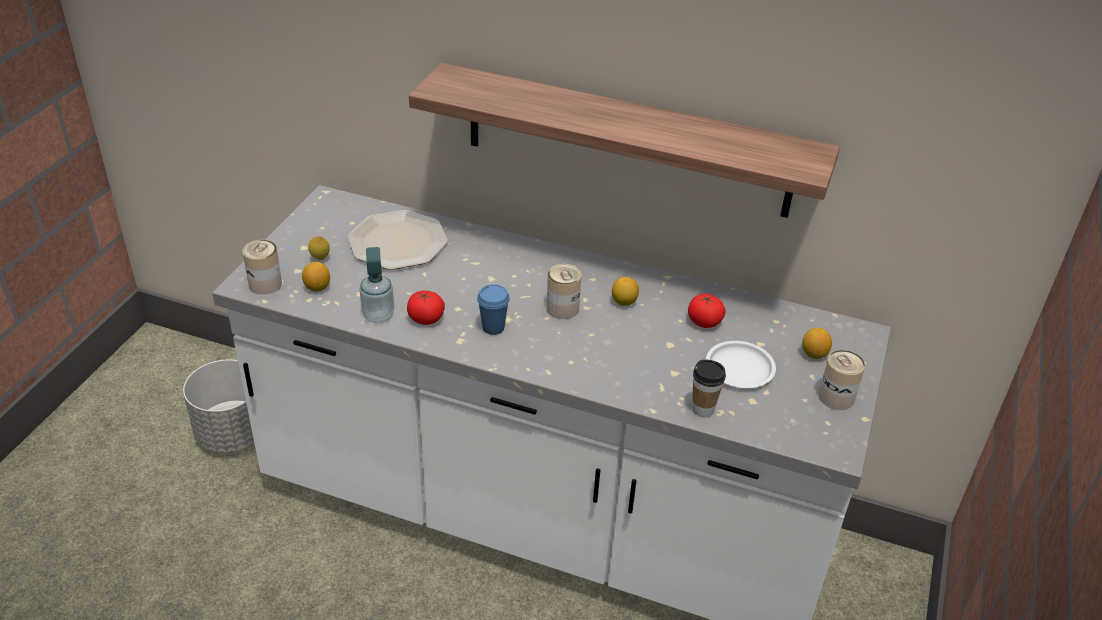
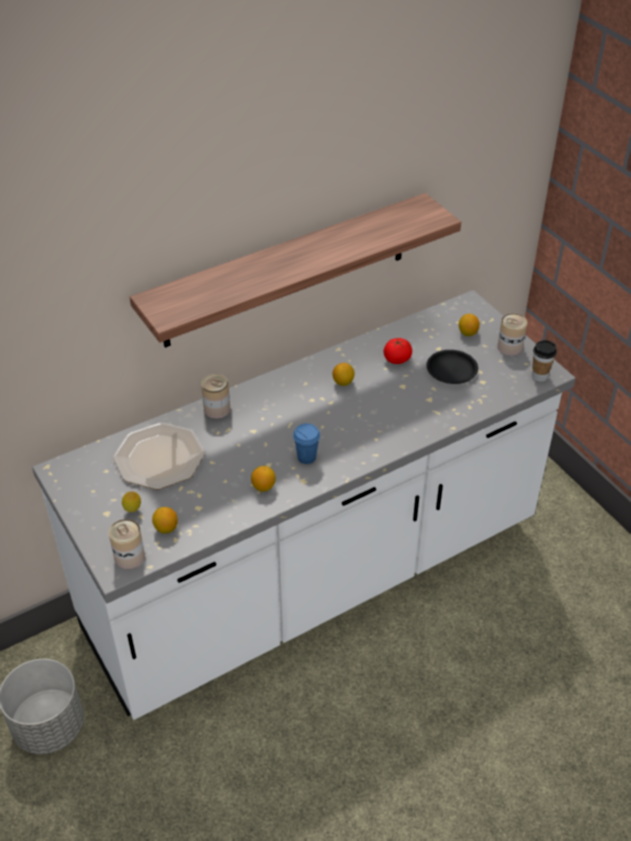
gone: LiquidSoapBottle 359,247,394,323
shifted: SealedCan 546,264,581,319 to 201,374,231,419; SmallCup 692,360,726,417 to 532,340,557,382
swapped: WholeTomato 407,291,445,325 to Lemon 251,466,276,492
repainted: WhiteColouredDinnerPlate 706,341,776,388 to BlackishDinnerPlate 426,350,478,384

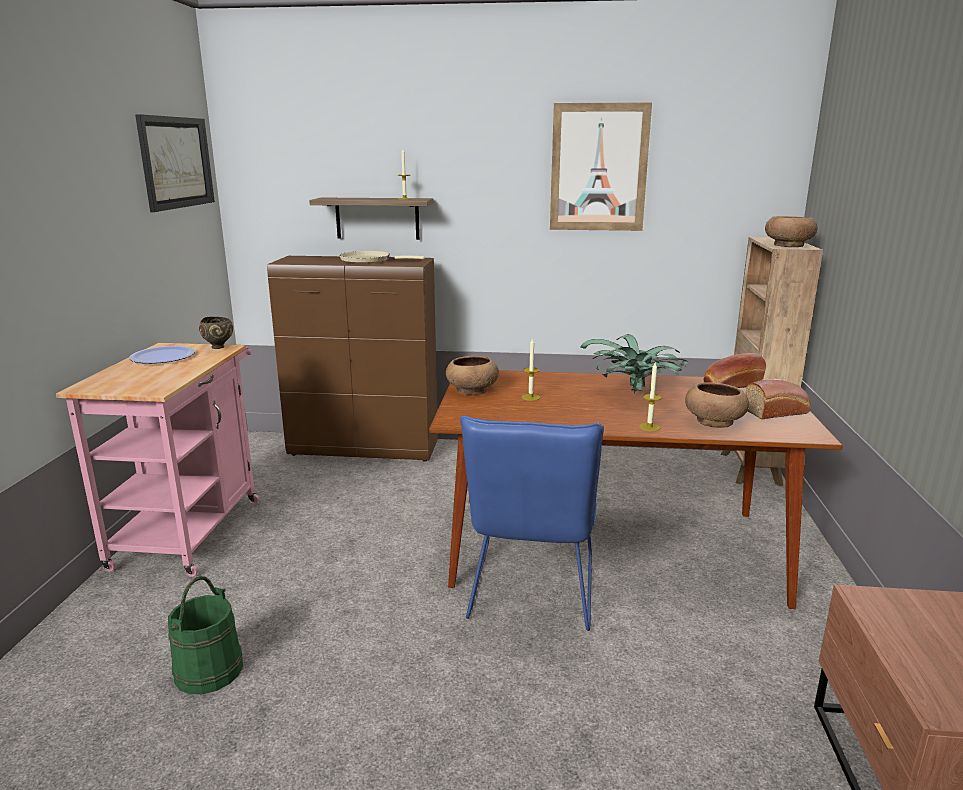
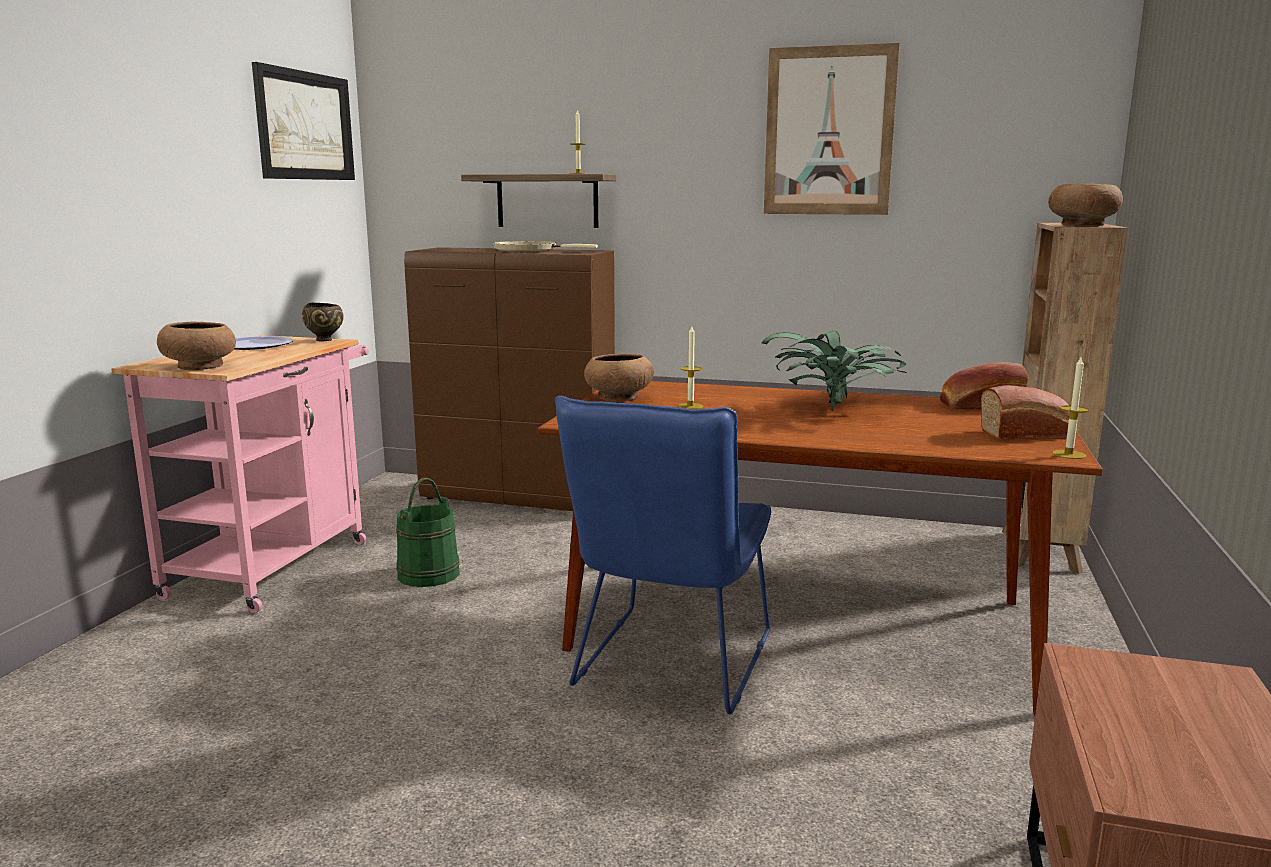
shifted: GreenColouredBucket 168,576,243,694 to 396,478,460,587; WaxLight 639,363,662,431 to 1052,357,1089,459; BrownDeepDish 685,382,749,428 to 157,322,236,370

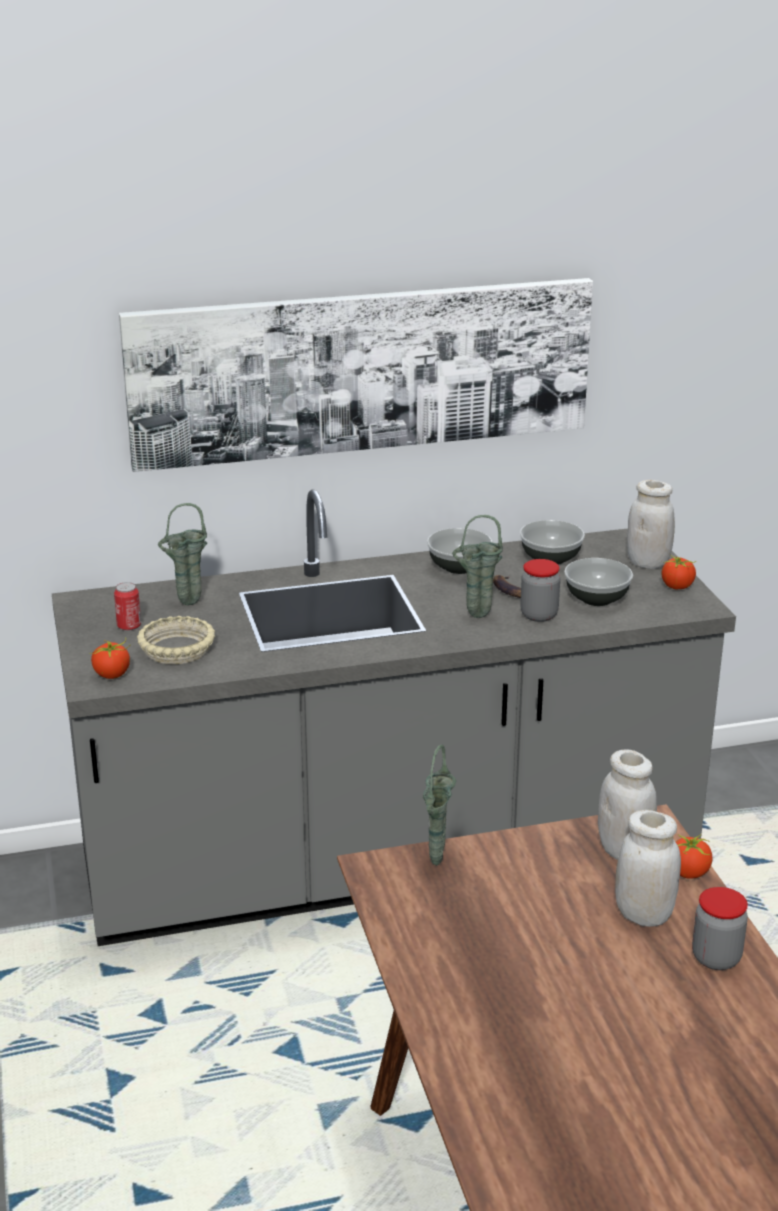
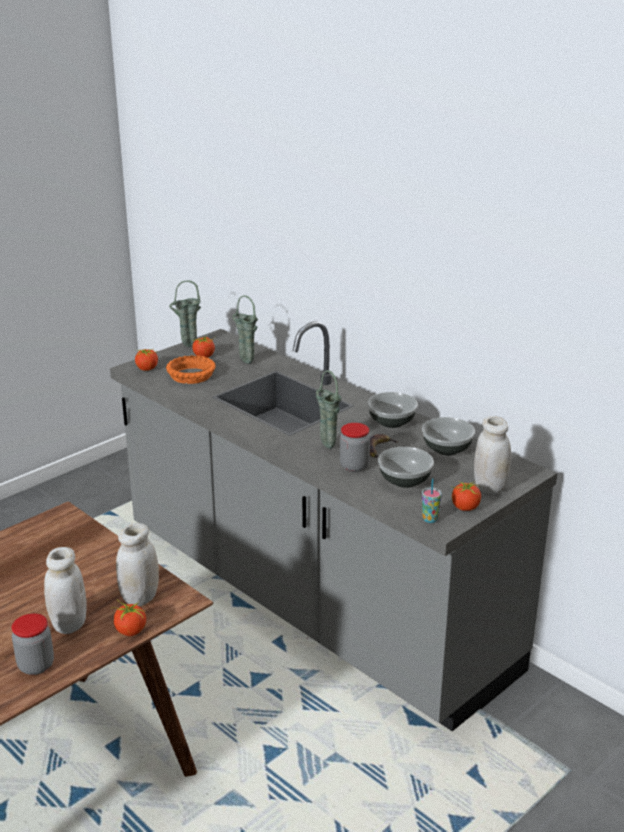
gone: WallPicture 119,278,593,472
new: SmallCup 422,478,442,523
shifted: GreenColouredFlowerVase 423,745,456,866 to 169,280,201,347
swapped: SealedCan 114,582,141,631 to WholeTomato 192,336,215,358
repainted: SandColouredDeepDish 137,616,215,664 to OrangeDeepDish 166,355,216,384

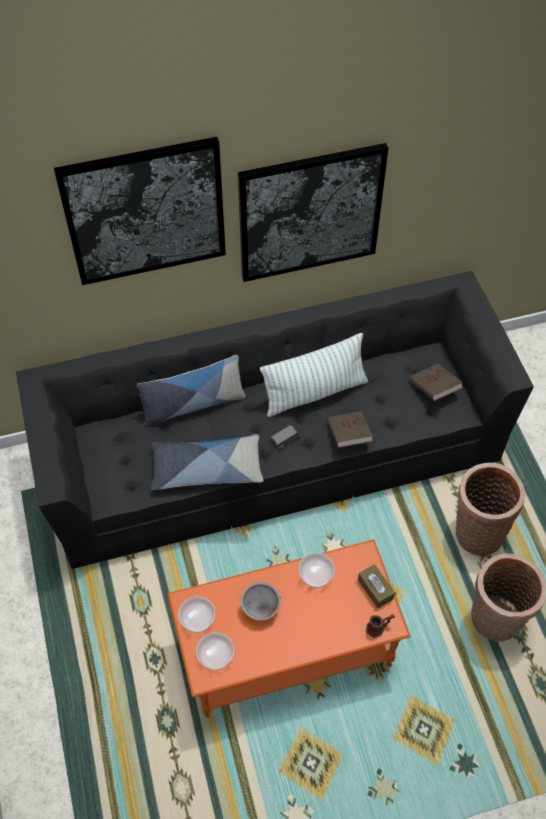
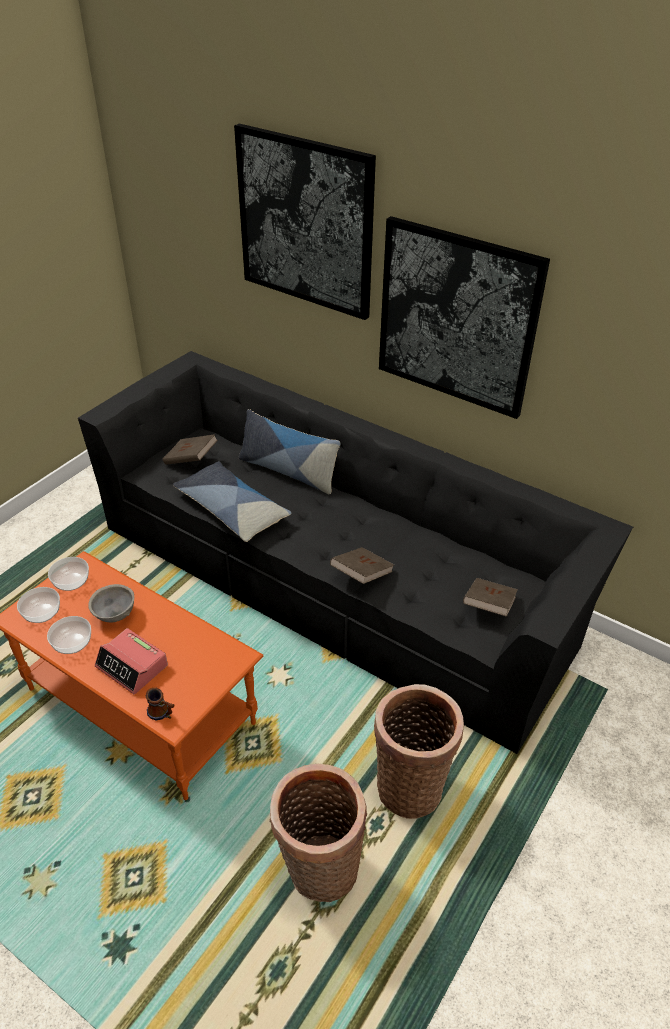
gone: Cushion 260,333,368,417; Telephone 270,424,300,450; BrownTissueBox 358,564,395,608
new: BedsideClock 95,628,168,694; BrownVolume 163,434,218,465
shifted: DeepDish 299,553,335,588 to 47,616,91,654

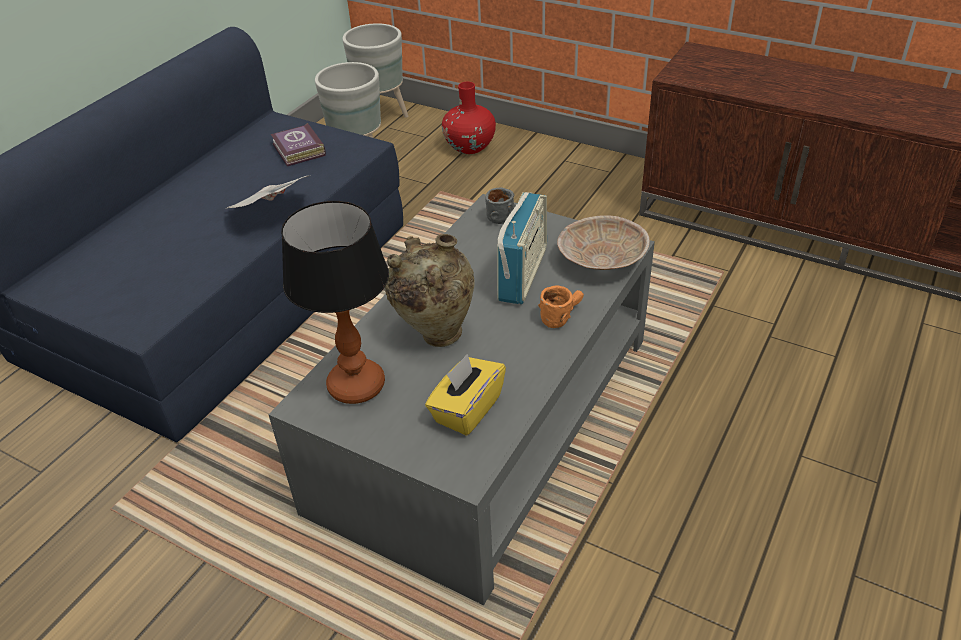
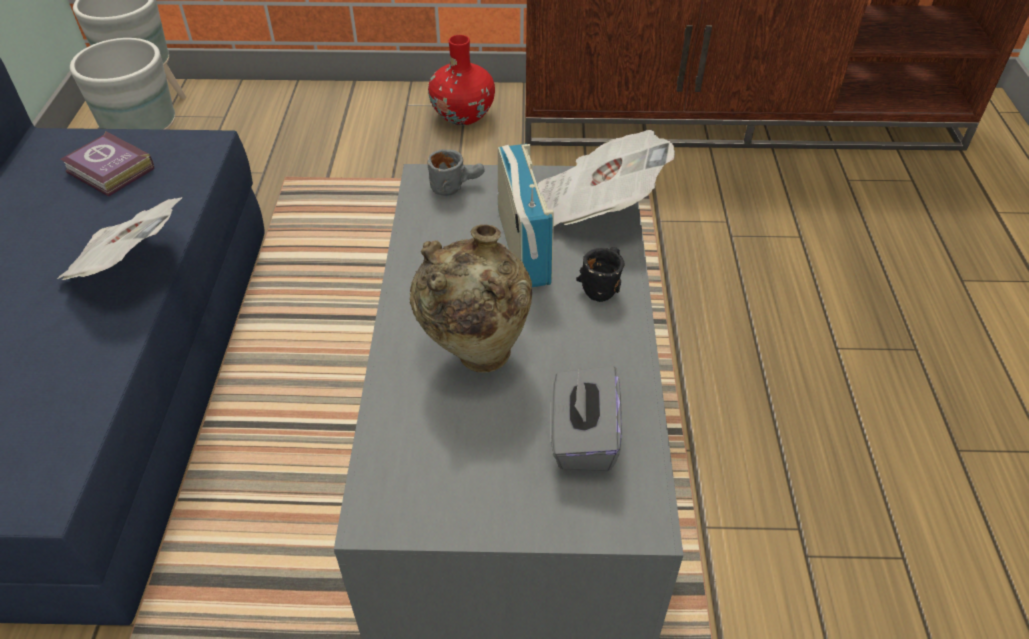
gone: TableLamp 281,201,389,404
shifted: ReddishFlowerVase 442,82,496,154 to 428,35,495,125
swapped: SandColouredDeepDish 557,215,650,270 to Newspaper 538,130,675,226
repainted: YellowTissueBox 425,354,506,436 to GreyTissueBox 551,366,622,471; OrangeCoffeeMug 538,286,584,328 to BlackishCoffeeMug 576,247,625,302

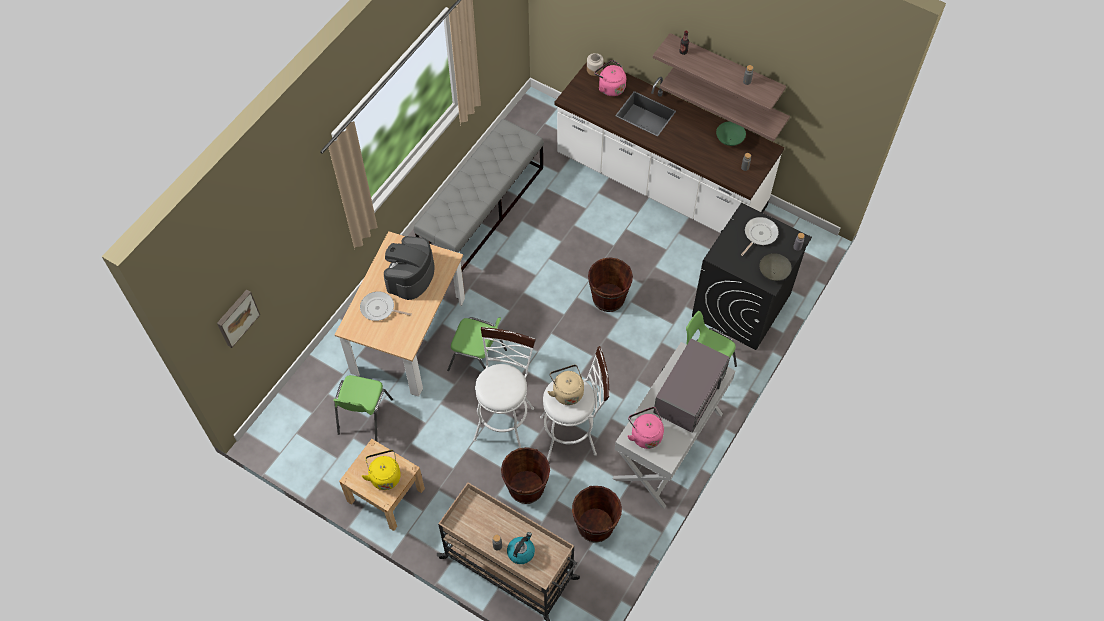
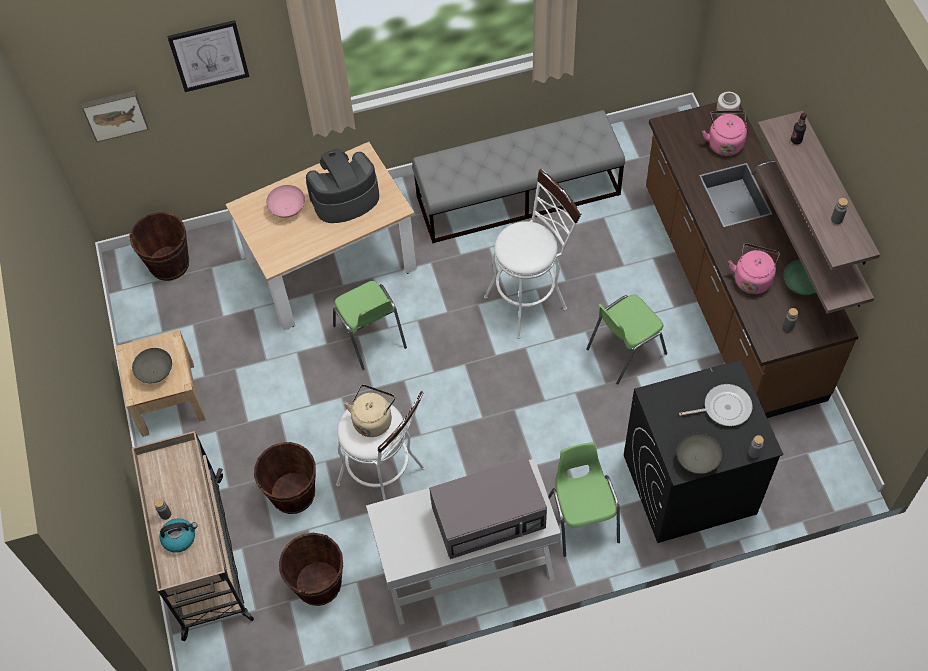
new: WallPicture 167,20,249,92
shifted: GreenColouredChair 334,375,393,442 to 586,295,667,384; WhiteColouredStool 473,327,536,448 to 484,169,582,339; BrownBucket 588,257,633,312 to 130,212,189,281; PinkWaterKettle 627,407,664,449 to 729,243,780,294
swapped: Pan 360,291,412,321 to PinkDeepDish 266,185,305,218; YellowWaterKettle 362,450,401,490 to GreyDeepDish 132,348,172,383
repainted: WhiteColouredCounter 554,62,784,233 to BrownCounter 646,102,859,418

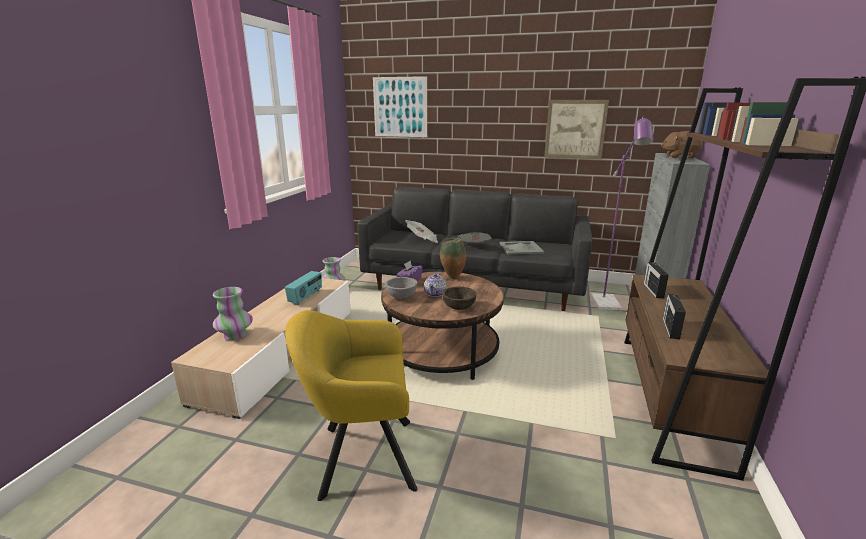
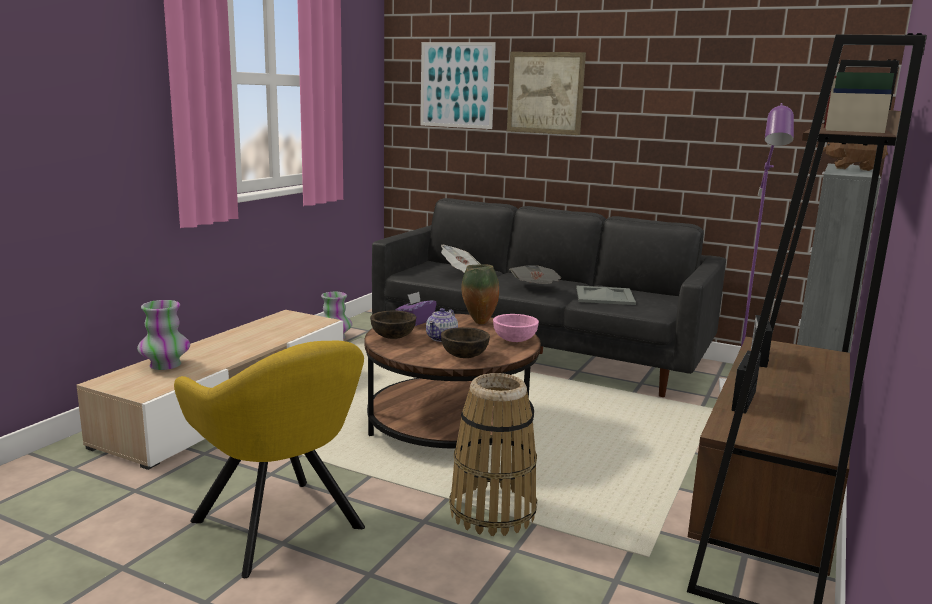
gone: Radio 285,271,322,305
new: HouseholdBasket 449,373,537,536; PinkDeepDish 493,314,539,342
shifted: WallPicture 544,100,609,159 to 507,52,586,135
repainted: GreyDeepDish 385,277,417,298 to BrownDeepDish 370,311,416,339
rotated: YellowArmchair 285,310,418,501 = 174,341,365,578 135 degrees counterclockwise

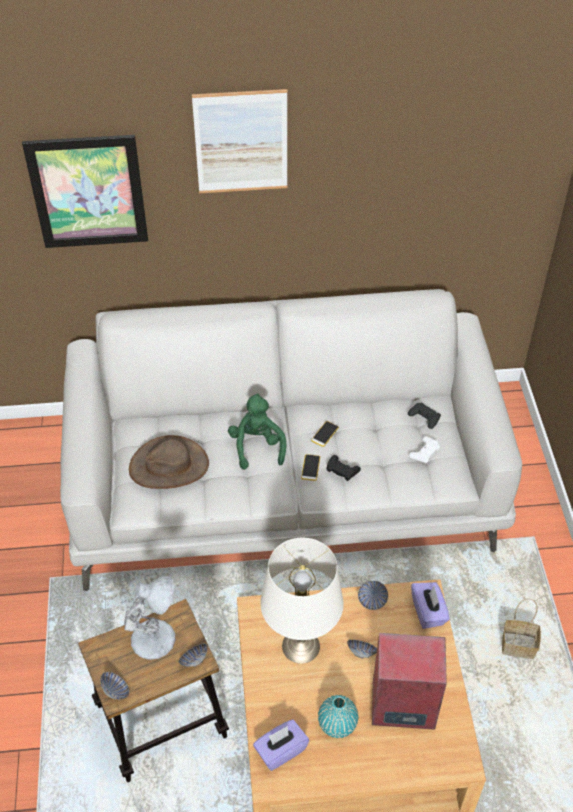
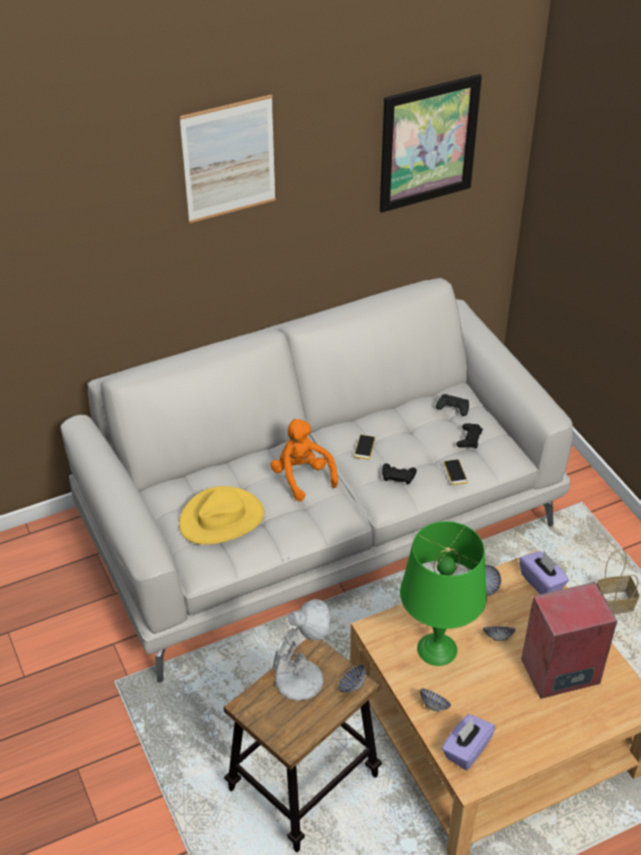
gone: TurquoiseColouredFlowerVase 318,695,358,738
shifted: WallPicture 22,135,148,248 to 380,74,482,213; DeepDish 100,672,129,700 to 420,688,451,712; Telephone 301,454,320,481 to 444,459,468,485
repainted: BrownWearableHat 129,435,209,489 to YellowWearableHat 179,486,264,545; GreenColouredPlushToy 228,393,286,470 to OrangePlushToy 271,419,338,502; WhiteColouredTableLamp 260,538,344,664 to GreenColouredTableLamp 400,521,487,666; WhiteColouredGameController 409,437,440,464 to BlackishGameController 456,423,483,448

